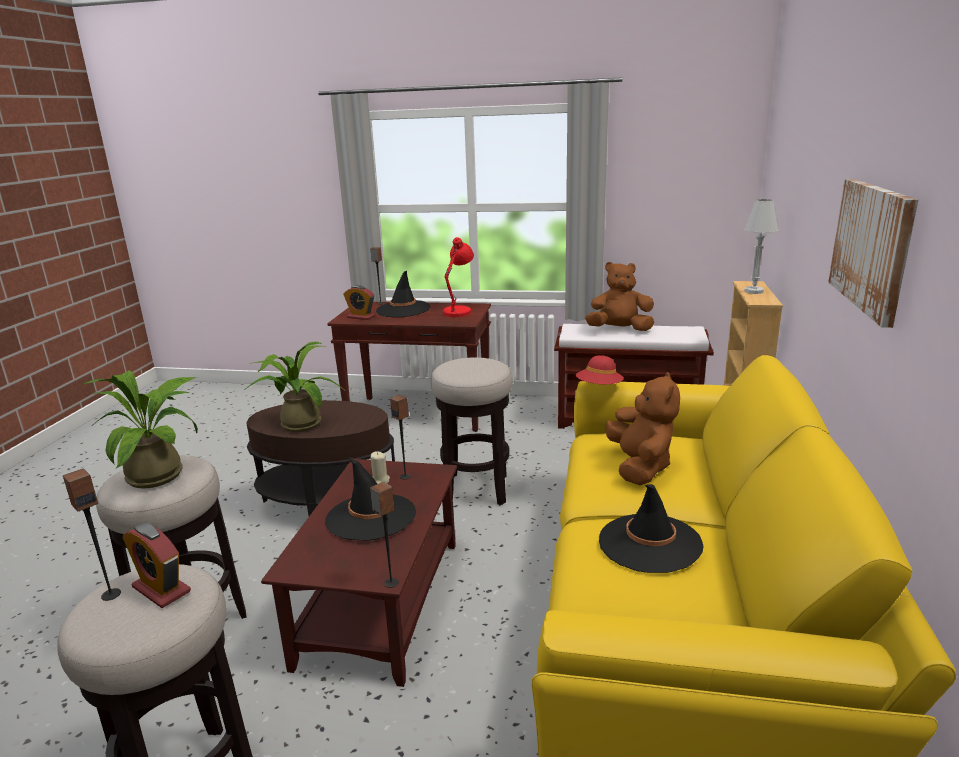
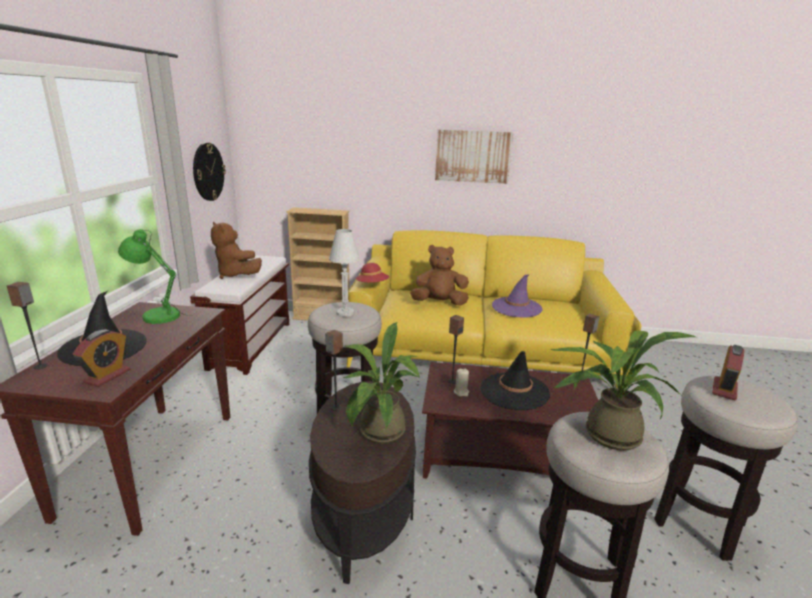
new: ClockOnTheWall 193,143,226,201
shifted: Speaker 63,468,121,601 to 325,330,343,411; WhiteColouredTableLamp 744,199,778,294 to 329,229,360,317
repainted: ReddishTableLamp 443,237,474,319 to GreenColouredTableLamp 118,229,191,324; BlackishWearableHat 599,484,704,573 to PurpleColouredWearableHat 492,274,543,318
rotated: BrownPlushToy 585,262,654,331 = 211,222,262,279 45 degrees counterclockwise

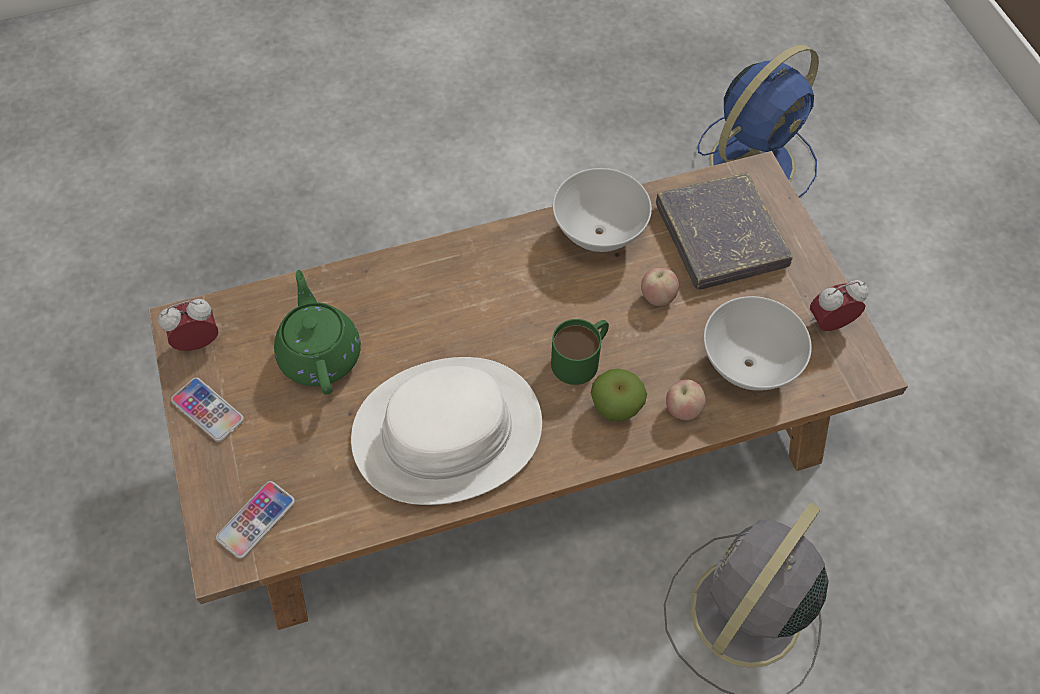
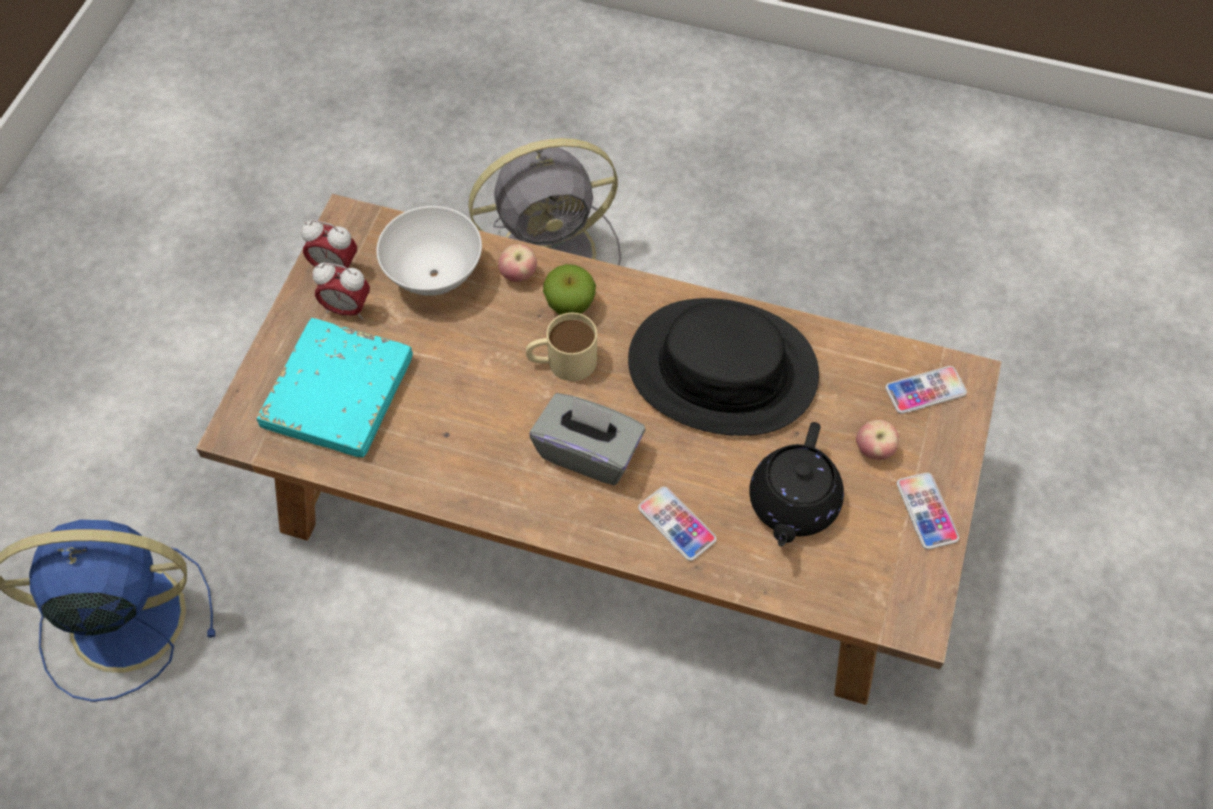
gone: WhiteColouredDeepDish 553,168,652,252
new: GreyTissueBox 530,393,645,486; Telephone 638,486,716,561
shifted: BedsideClock 158,299,218,351 to 313,263,370,320; WholeApple 641,268,679,306 to 856,420,899,460
repainted: GreenColouredTeapot 274,270,361,395 to BlackishTeapot 749,422,844,547; WhiteColouredWearableHat 351,357,542,505 to BlackishWearableHat 628,298,819,436; GreenColouredCoffeeMug 551,319,609,385 to SandColouredCoffeeMug 526,313,597,381; GreyVolume 656,172,793,290 to TurquoiseColouredVolume 256,318,413,458

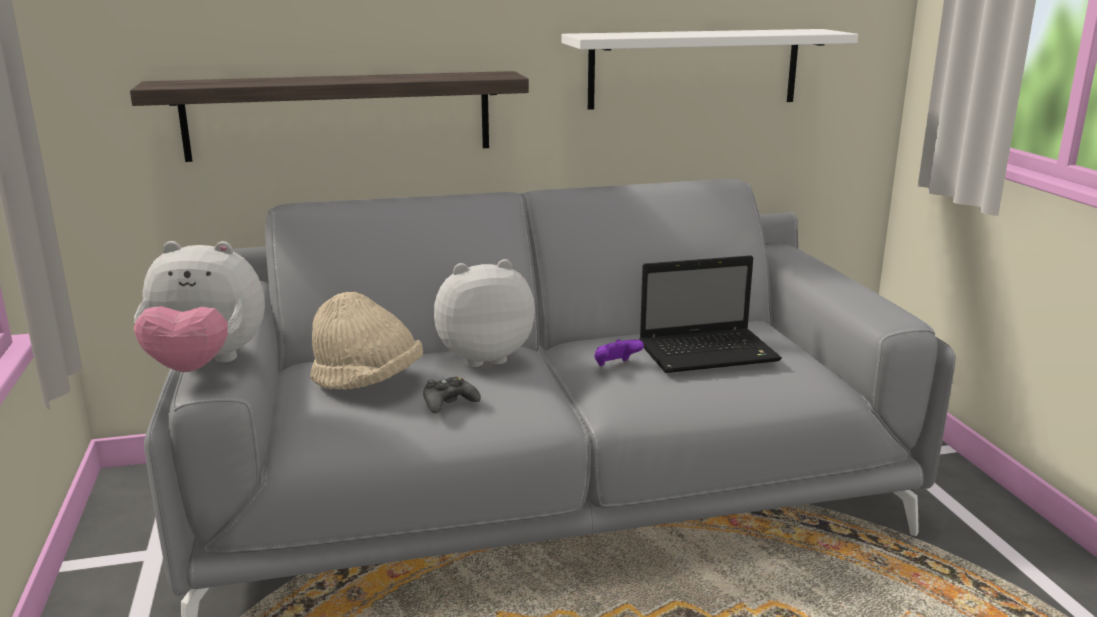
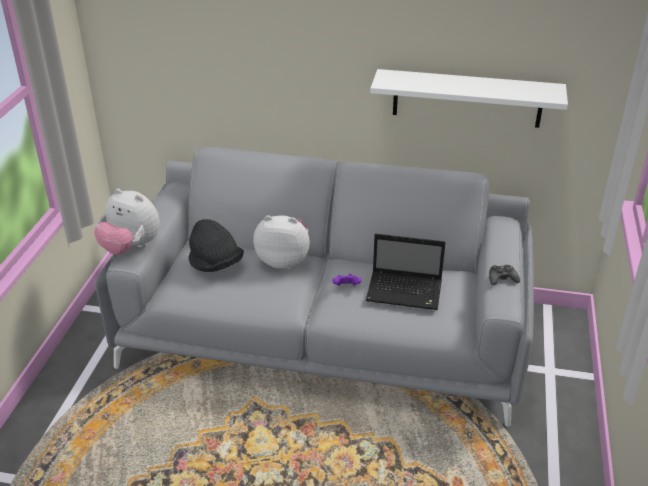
gone: BracketShelf 130,71,529,162
shifted: BlackishGameController 423,376,481,413 to 489,265,520,285
repainted: SandColouredWearableHat 310,292,423,390 to BlackishWearableHat 188,219,244,272

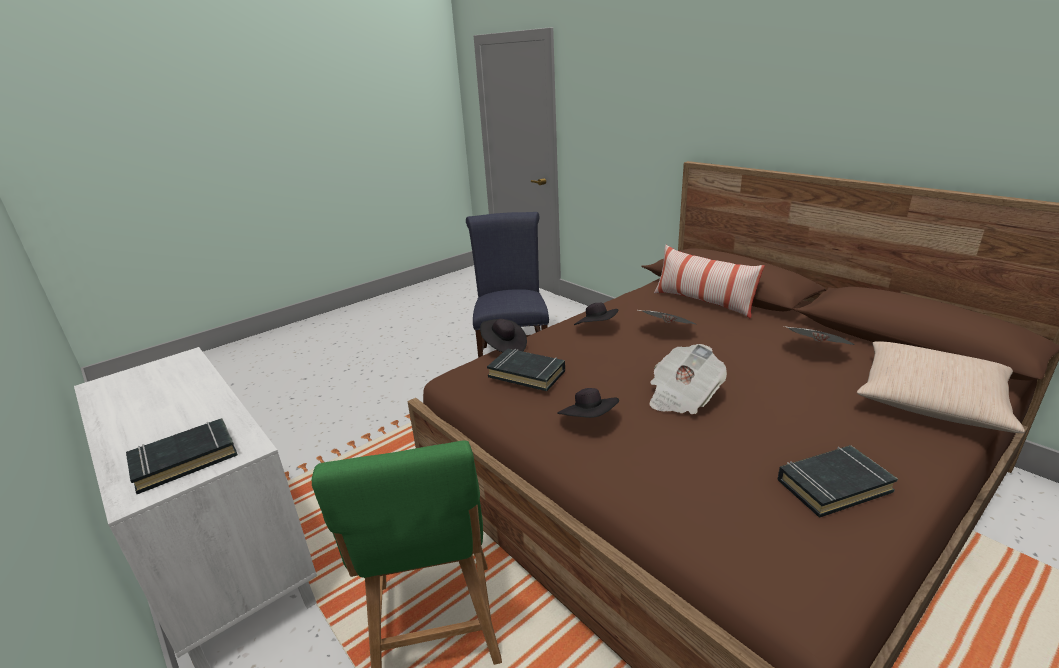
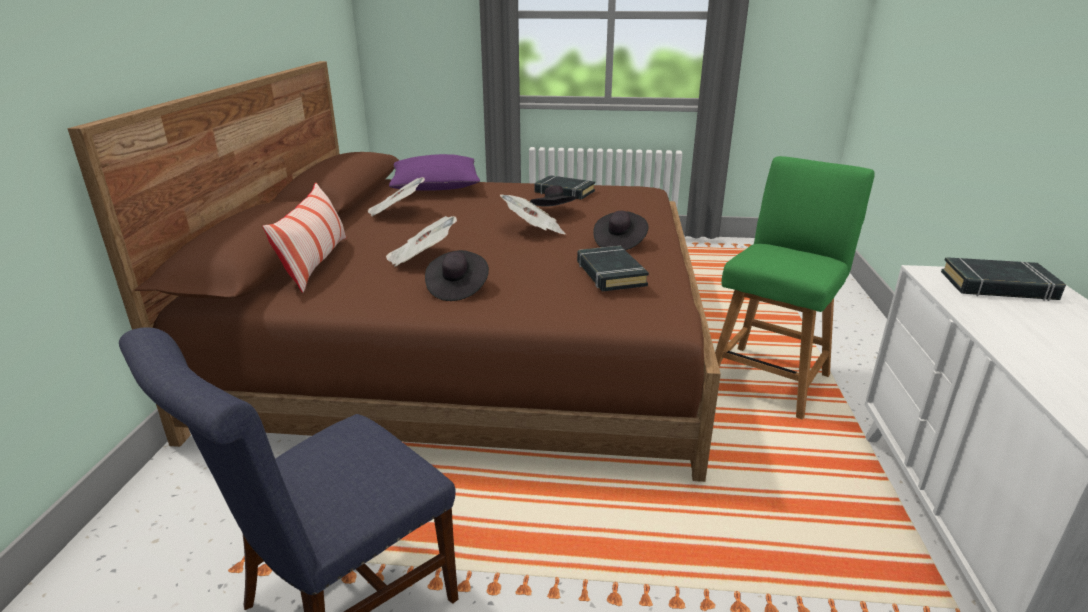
shifted: BlackishWearableHat 480,319,527,352 to 530,185,578,207
repainted: SandColouredCushion 857,341,1025,433 to PurpleColouredCushion 389,154,480,191

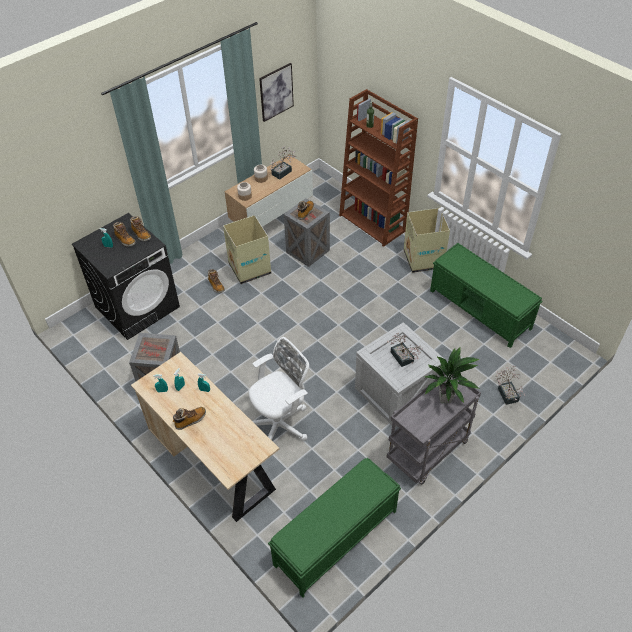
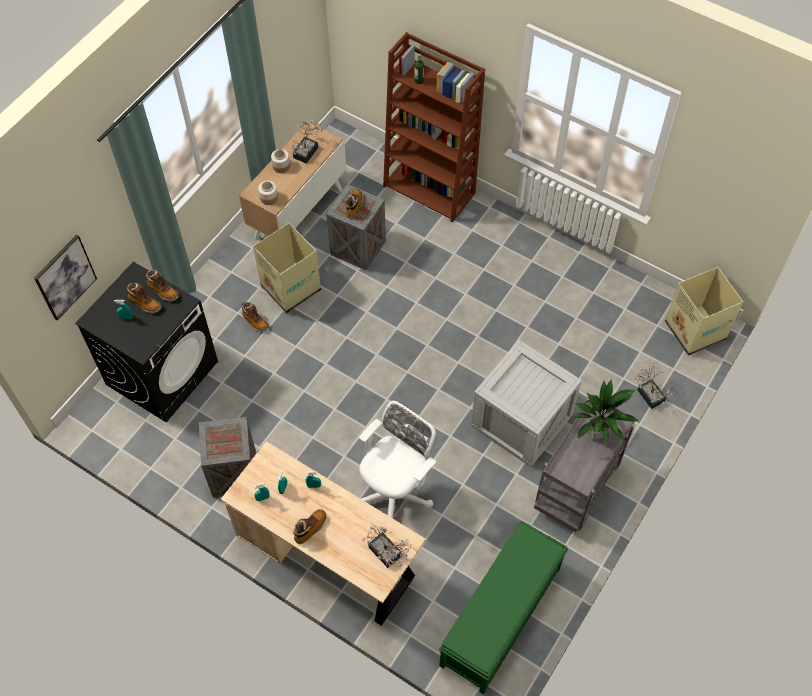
gone: GreenColouredBench 430,243,542,348
shifted: WallPicture 259,63,294,122 to 34,235,97,321; PottedPlant 387,333,423,367 to 362,525,411,568; CardboardBox 404,208,450,273 to 665,267,743,356

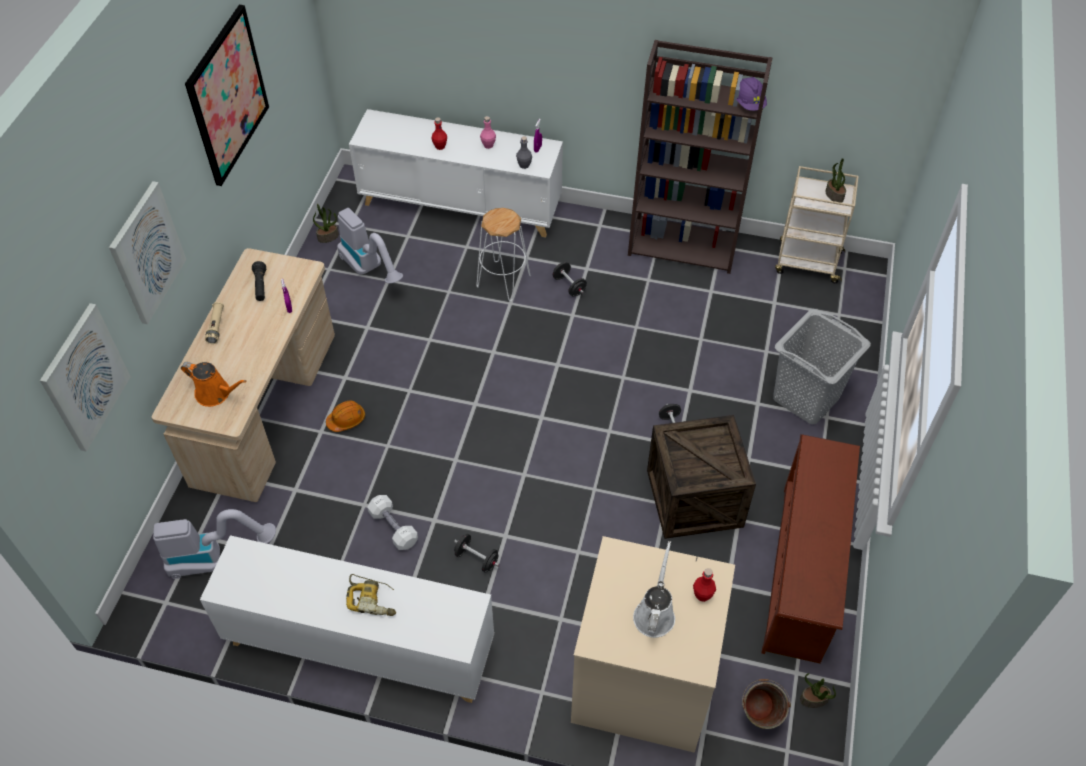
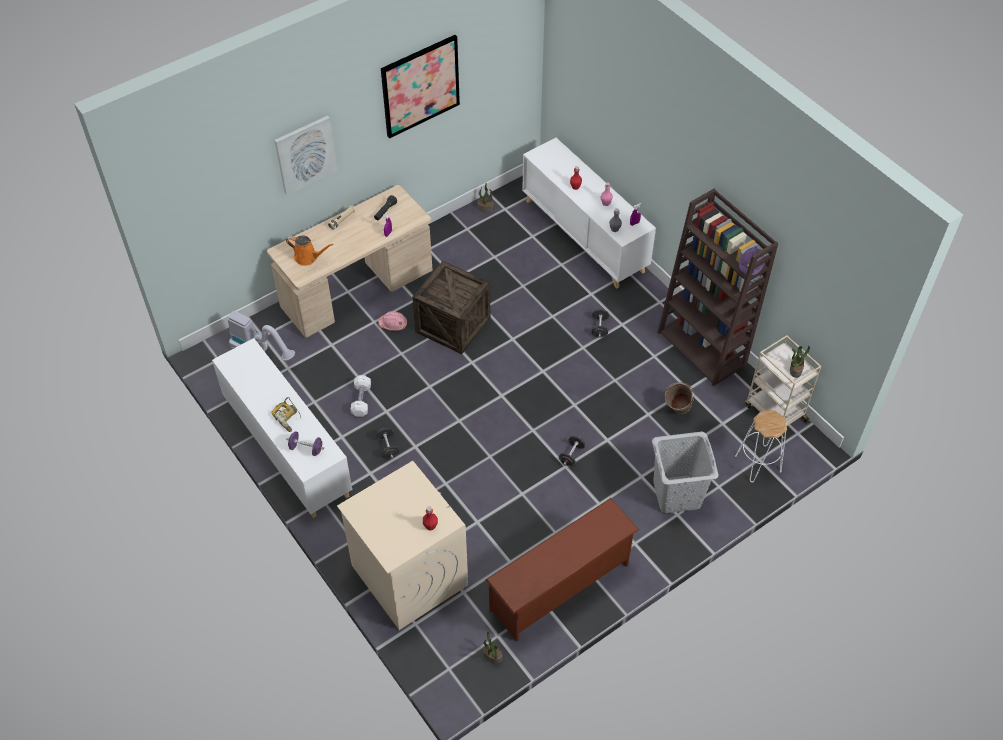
gone: WallPicture 40,303,130,452; Hoover 337,208,403,284; WhiteColouredSprinklingCan 633,541,675,638
new: PurpleColouredDumbbell 286,431,324,456
shifted: WhiteColouredStool 476,208,531,301 to 735,410,787,482; Crate 647,415,756,539 to 412,261,490,354; GreenColouredBucket 742,679,791,729 to 665,382,695,414
repainted: OrangeHardHat 326,400,365,432 to PinkHardHat 378,311,407,331
rotated: OrangeSprinklingCan 181,362,247,407 = 286,236,334,266 45 degrees counterclockwise

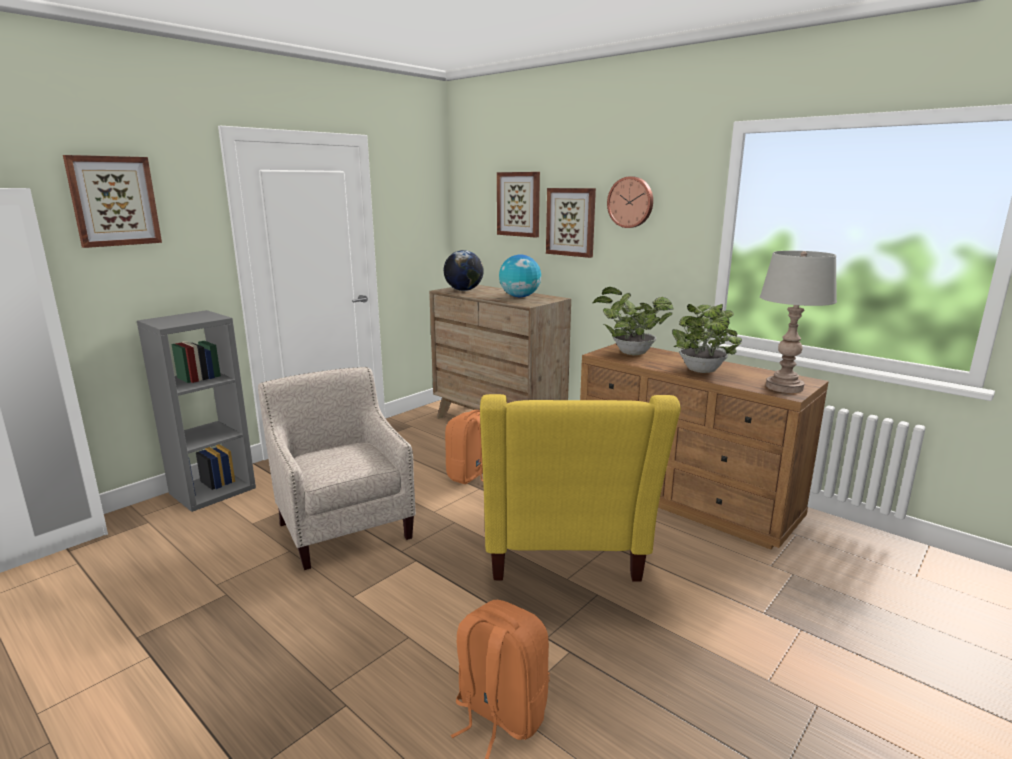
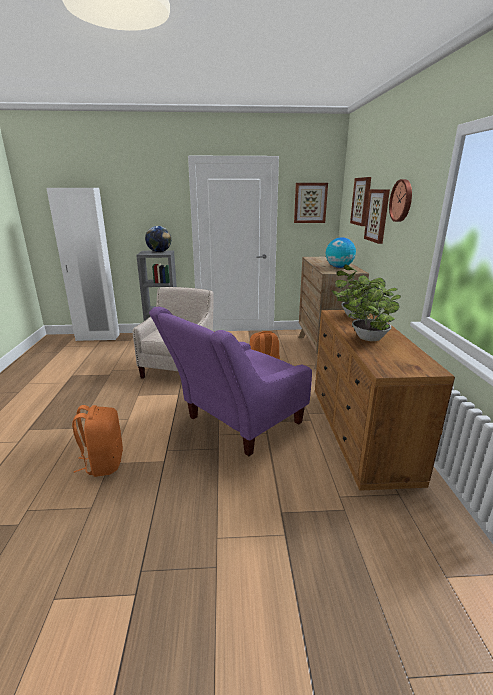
gone: GreyTableLamp 760,251,837,393
shifted: WallPicture 63,155,162,248 to 294,183,328,223; DeskGlobe 444,250,484,291 to 145,226,171,252
repainted: YellowArmchair 480,394,681,582 to PurpleColouredArmchair 149,307,312,456

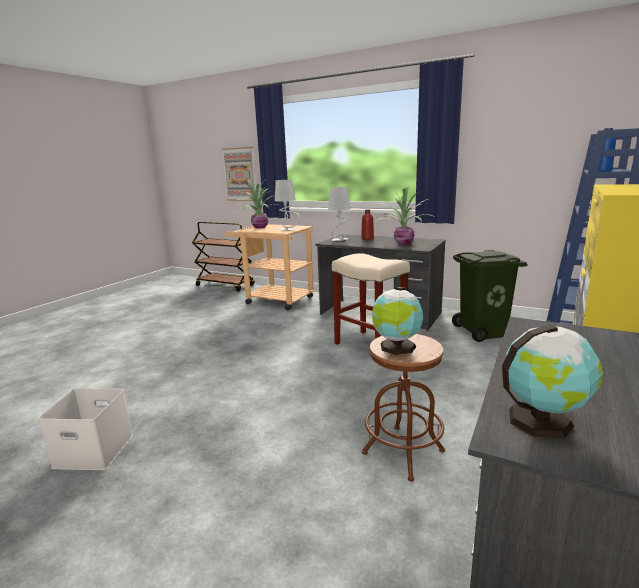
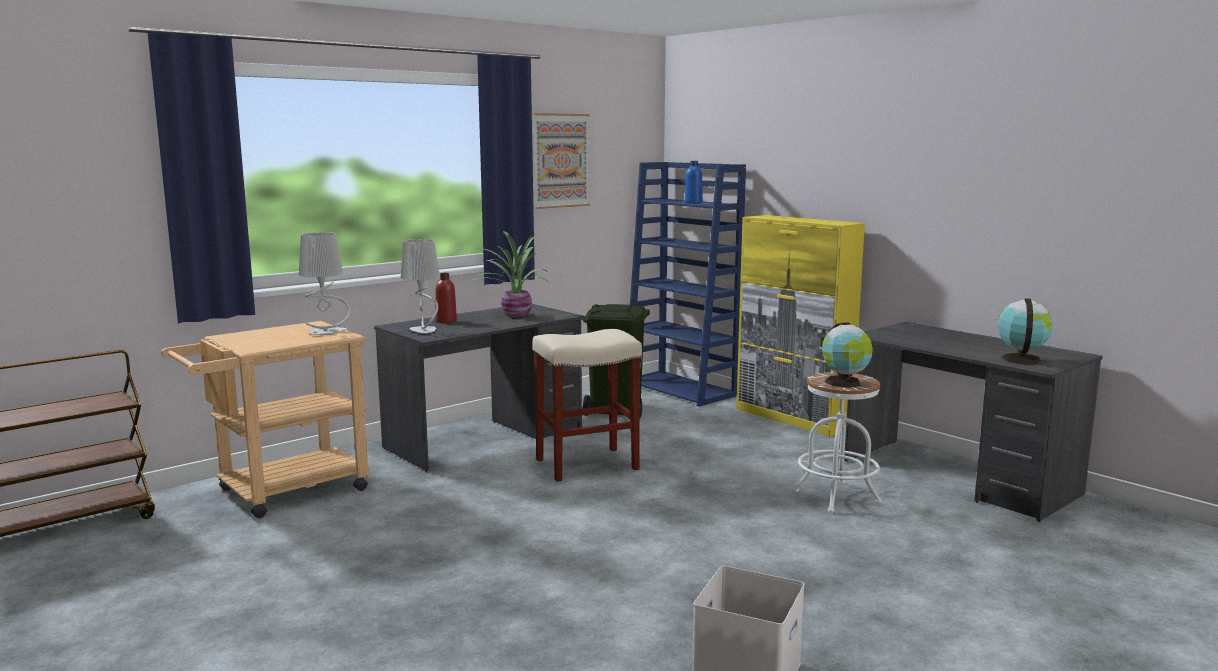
gone: PottedPlant 231,180,275,228
shifted: WallPicture 221,147,256,201 to 532,113,590,209
repainted: BrownStool 362,334,445,482 to WhiteColouredStool 793,372,882,513

